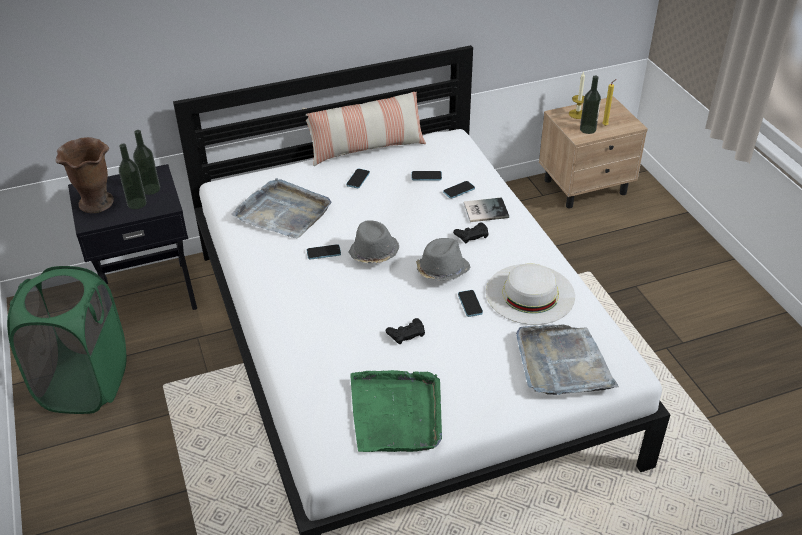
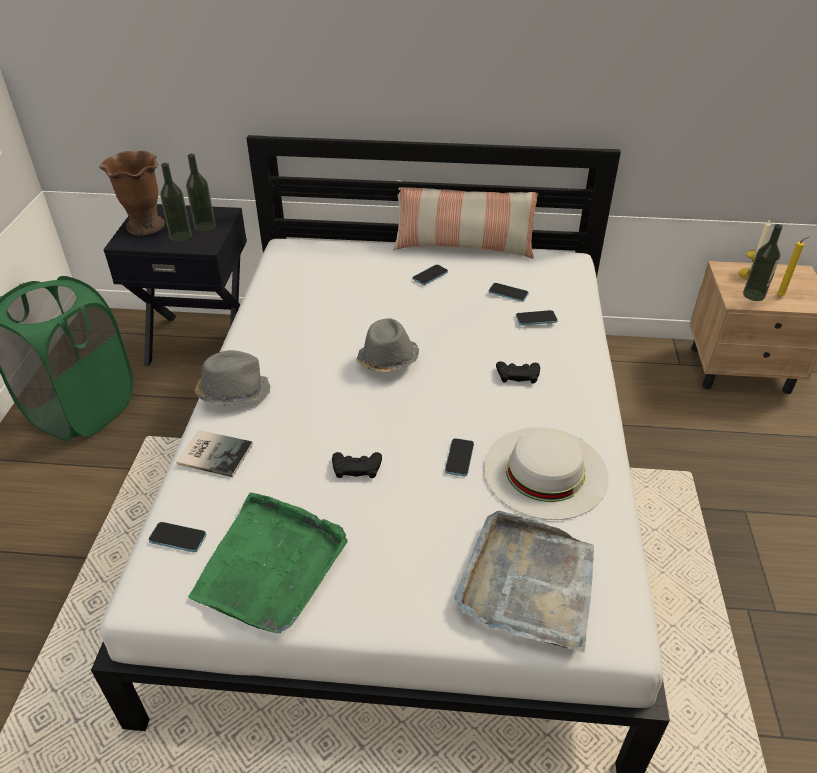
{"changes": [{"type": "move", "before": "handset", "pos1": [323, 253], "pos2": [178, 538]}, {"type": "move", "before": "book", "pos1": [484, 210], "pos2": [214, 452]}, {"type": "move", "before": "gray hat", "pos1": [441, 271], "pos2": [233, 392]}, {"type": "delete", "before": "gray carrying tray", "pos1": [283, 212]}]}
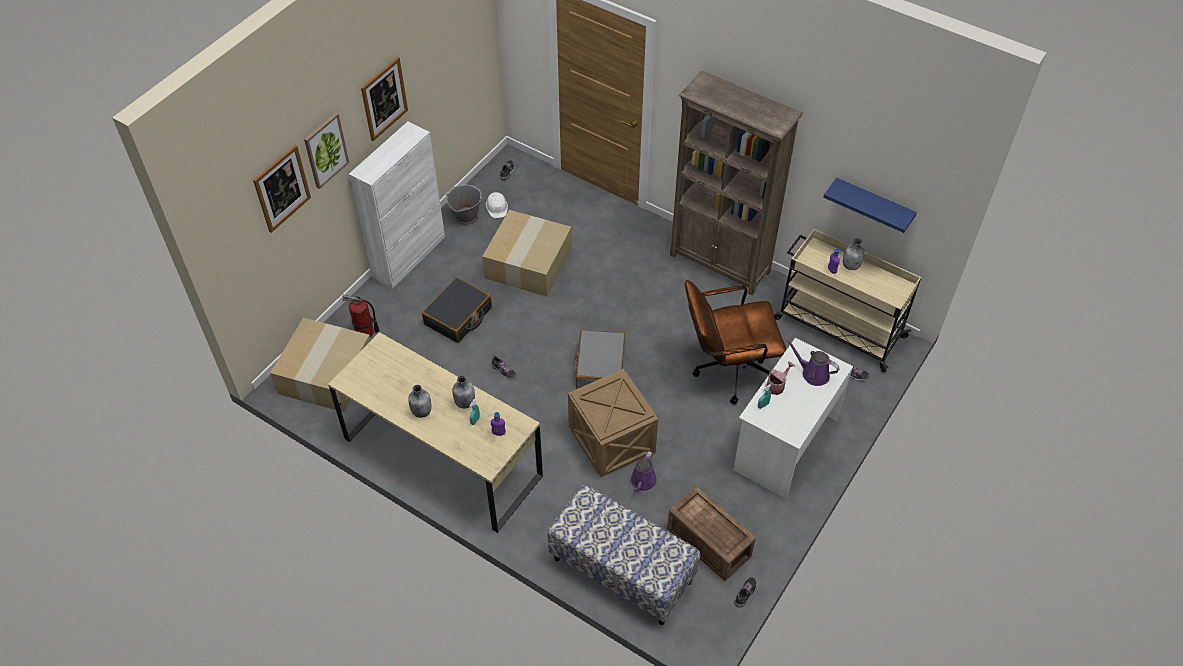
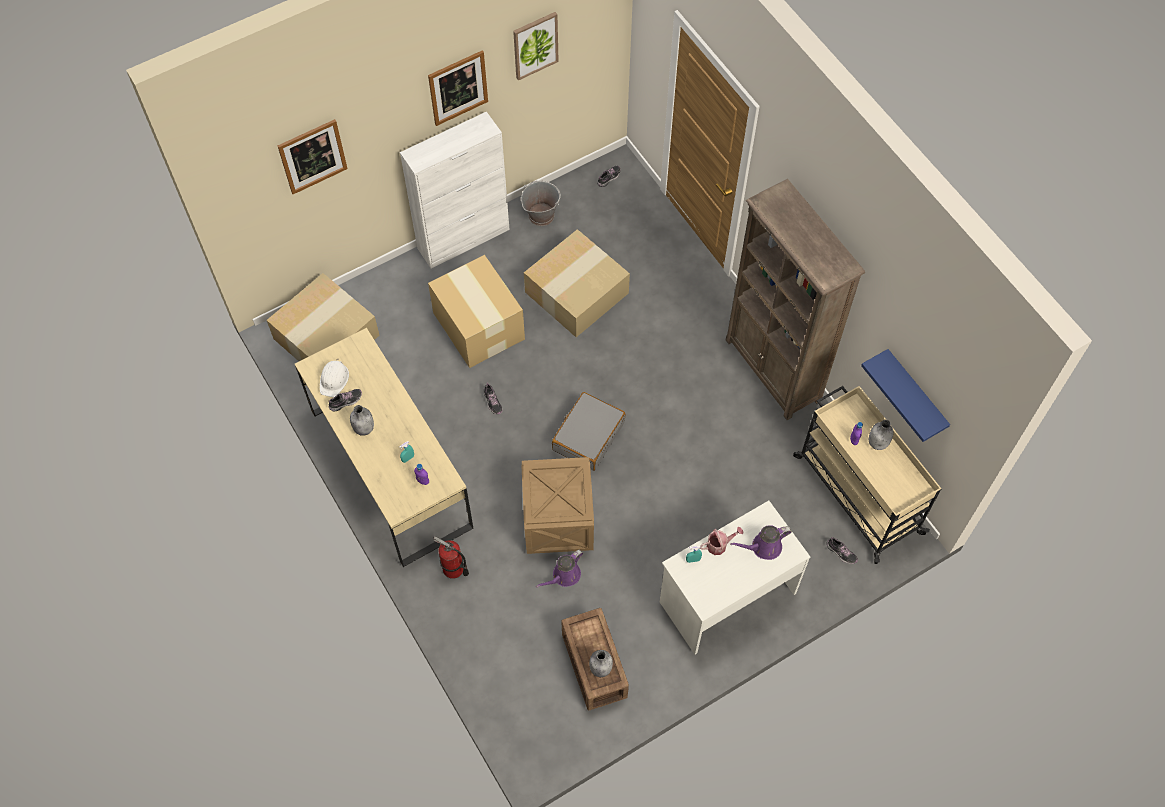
{"changes": [{"type": "move", "before": "white-coloured work helmet", "pos1": [497, 207], "pos2": [334, 379]}, {"type": "move", "before": "low shoe", "pos1": [745, 593], "pos2": [345, 401]}, {"type": "replace", "before": "black-coloured piece of luggage", "after": "carton", "pos1": [458, 316], "pos2": [478, 325]}, {"type": "move", "before": "extinguisher", "pos1": [365, 332], "pos2": [453, 569]}, {"type": "move", "before": "wall picture", "pos1": [325, 150], "pos2": [535, 45]}, {"type": "move", "before": "gray bottle", "pos1": [464, 402], "pos2": [600, 668]}, {"type": "rotate", "before": "purplish watering can", "pos1": [812, 373], "pos2": [763, 547], "turn": -75}, {"type": "delete", "before": "indoor bench", "pos1": [621, 571]}, {"type": "delete", "before": "brown office chair", "pos1": [727, 369]}]}
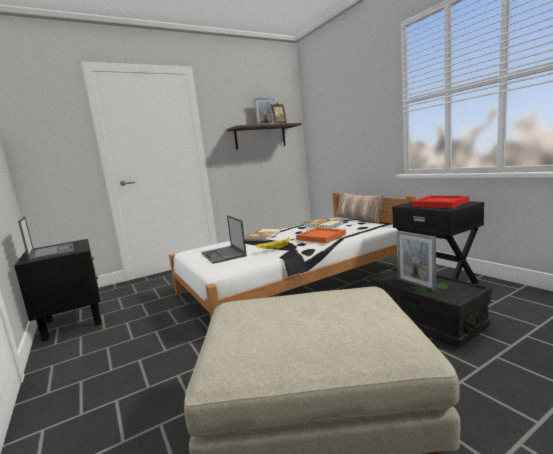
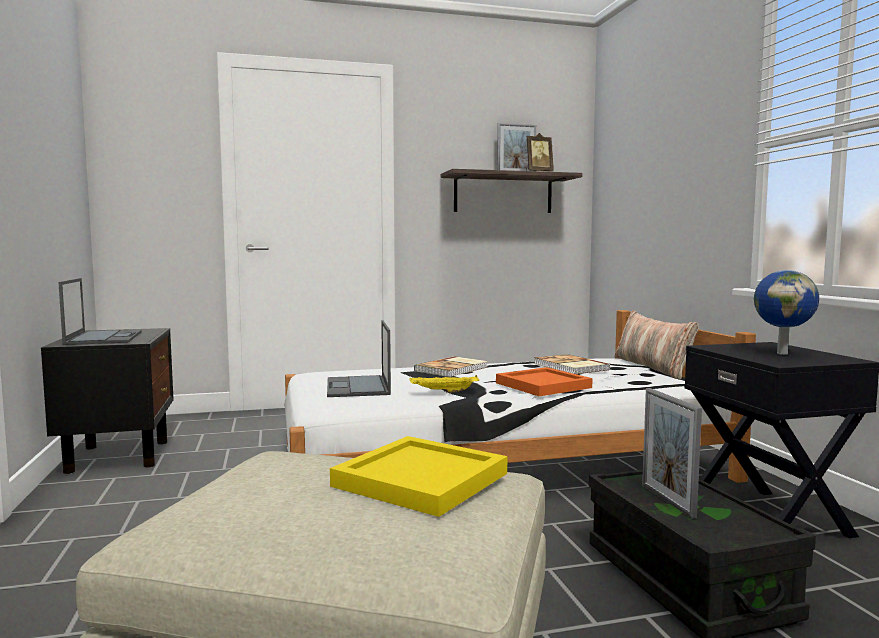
{"changes": [{"type": "insert", "after": "yellowish carrying tray", "pos2": [420, 478]}, {"type": "replace", "before": "reddish carrying tray", "after": "world globe", "pos1": [439, 204], "pos2": [782, 353]}]}
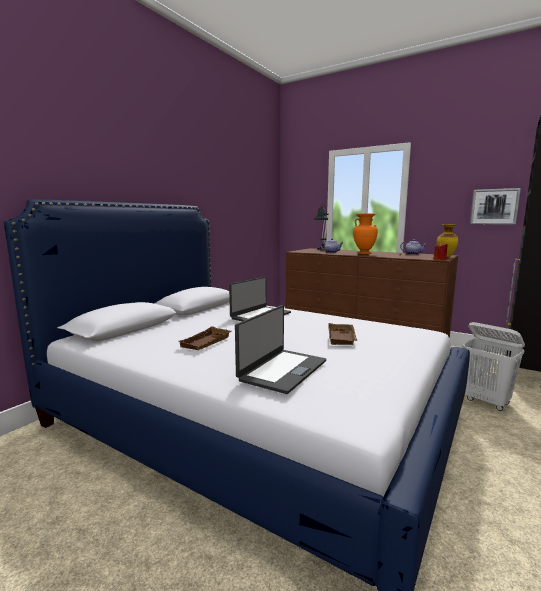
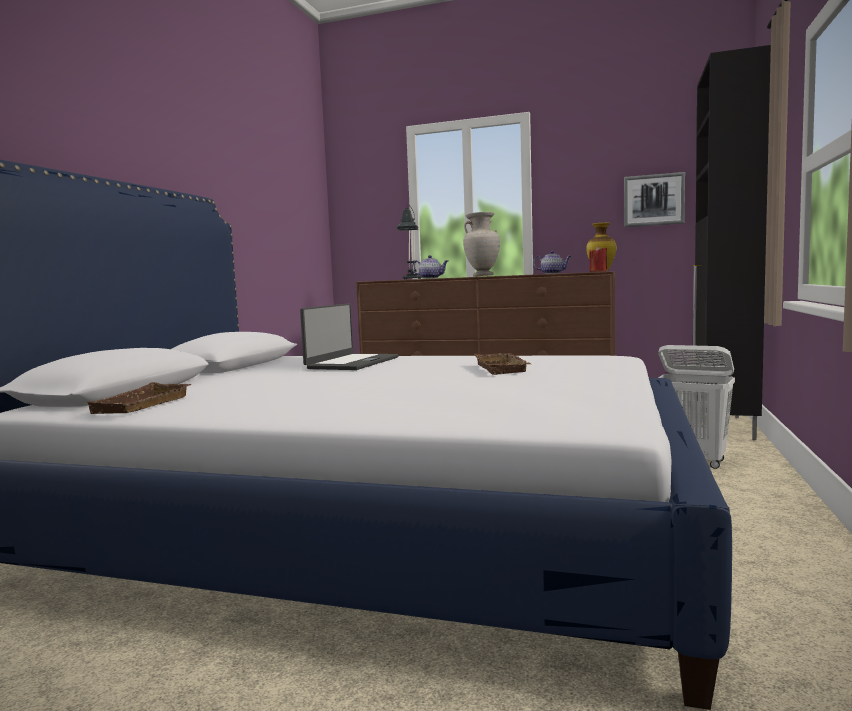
{"changes": [{"type": "move", "before": "brown carrying tray", "pos1": [206, 343], "pos2": [143, 405]}, {"type": "recolor", "before": "orange-coloured vase", "after": "sand-coloured vase", "pos1": [364, 254], "pos2": [482, 276]}, {"type": "delete", "before": "notebook computer", "pos1": [282, 370]}]}
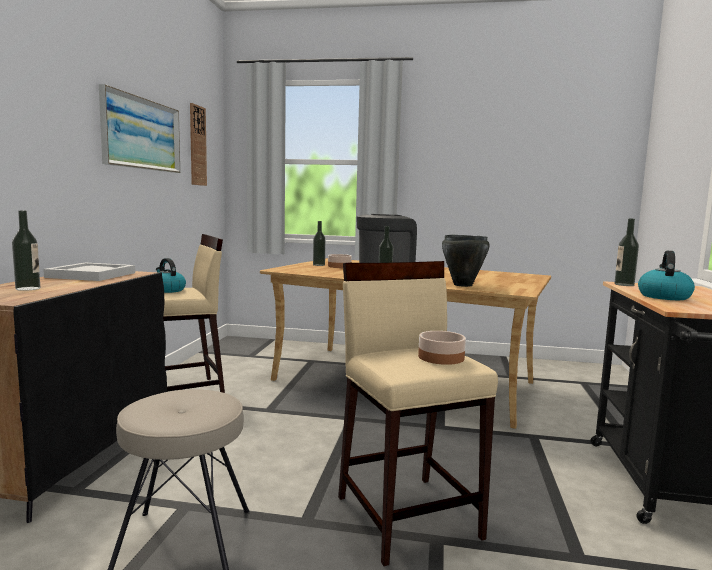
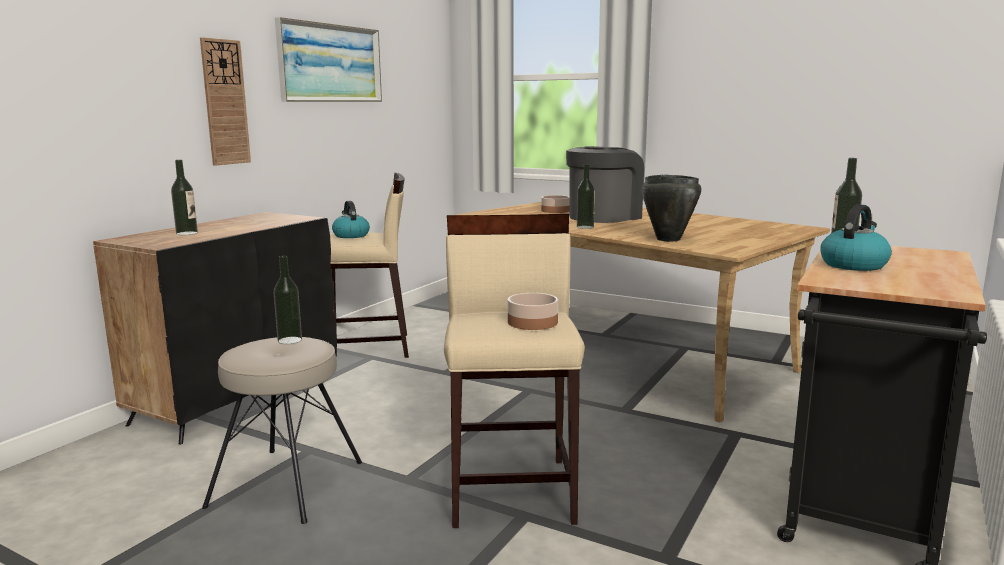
{"changes": [{"type": "move", "before": "clock on the wall", "pos1": [197, 145], "pos2": [225, 102]}, {"type": "move", "before": "bottle", "pos1": [319, 265], "pos2": [290, 340]}, {"type": "delete", "before": "white-coloured carrying tray", "pos1": [91, 275]}]}
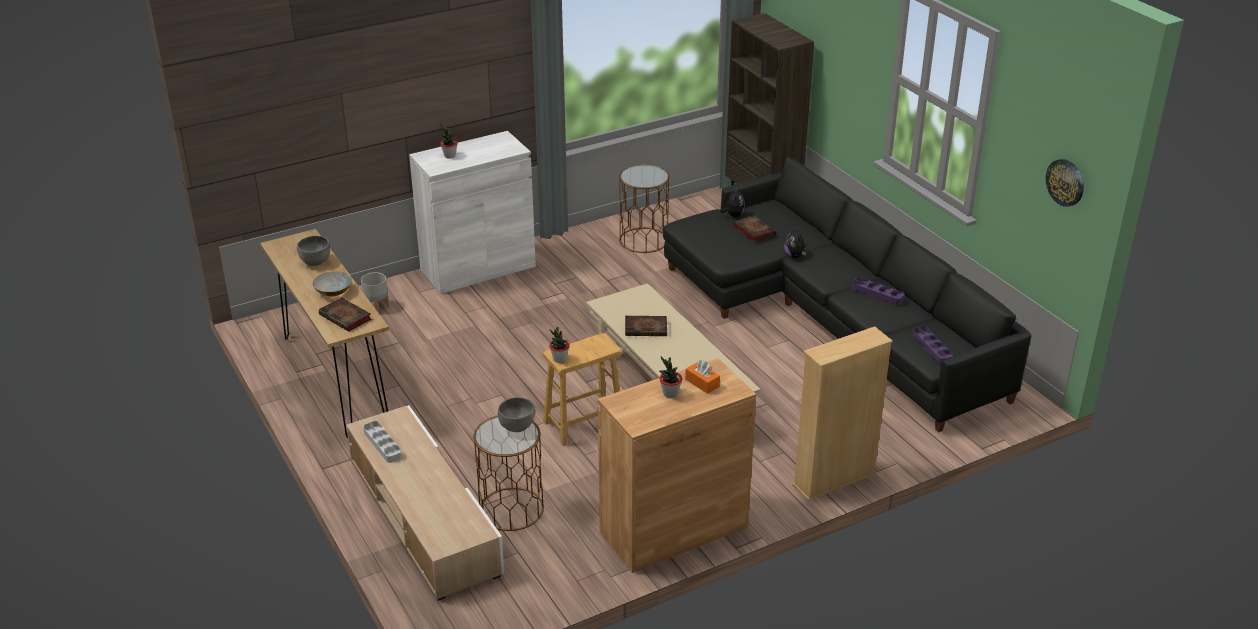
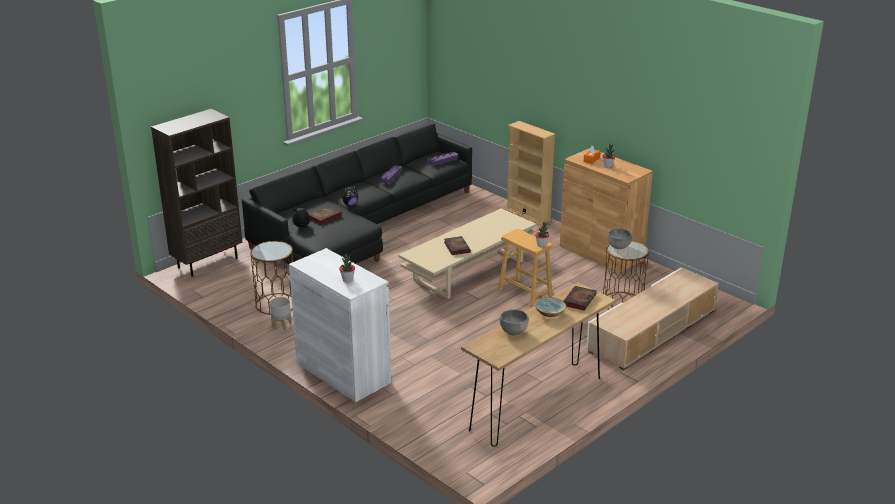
{"changes": [{"type": "move", "before": "gray plant pot", "pos1": [376, 307], "pos2": [281, 325]}, {"type": "delete", "before": "gray carrying tray", "pos1": [382, 444]}, {"type": "delete", "before": "clock on the wall", "pos1": [1065, 182]}]}
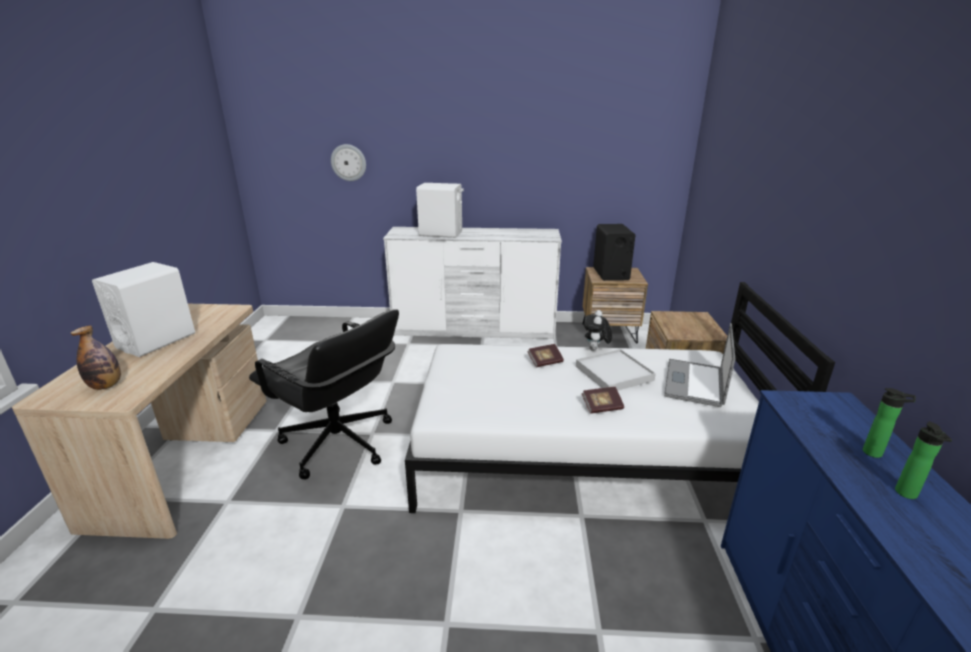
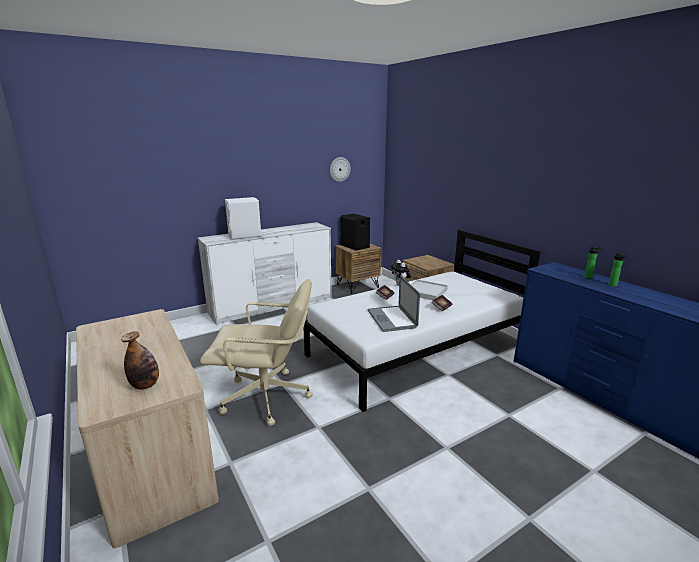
{"changes": [{"type": "recolor", "before": "black-coloured office chair", "after": "sand-coloured office chair", "pos1": [338, 444], "pos2": [266, 398]}, {"type": "move", "before": "clock on the wall", "pos1": [348, 162], "pos2": [339, 169]}, {"type": "move", "before": "notebook computer", "pos1": [694, 382], "pos2": [391, 318]}, {"type": "delete", "before": "white-coloured speaker", "pos1": [156, 340]}]}
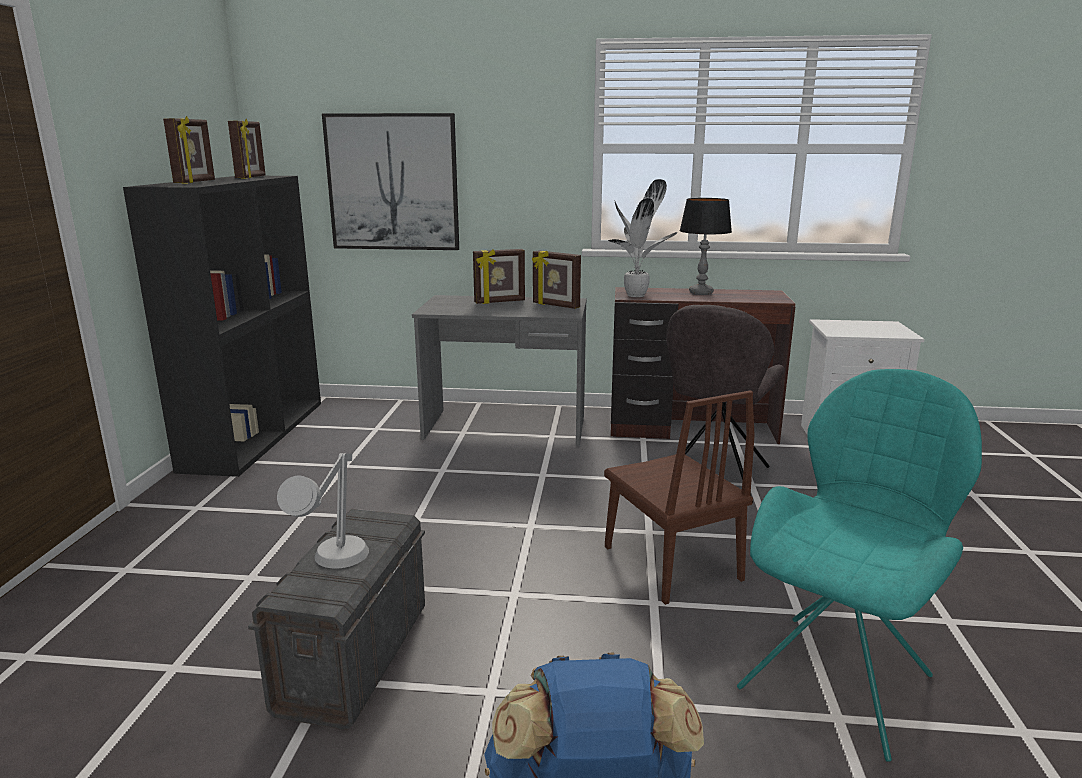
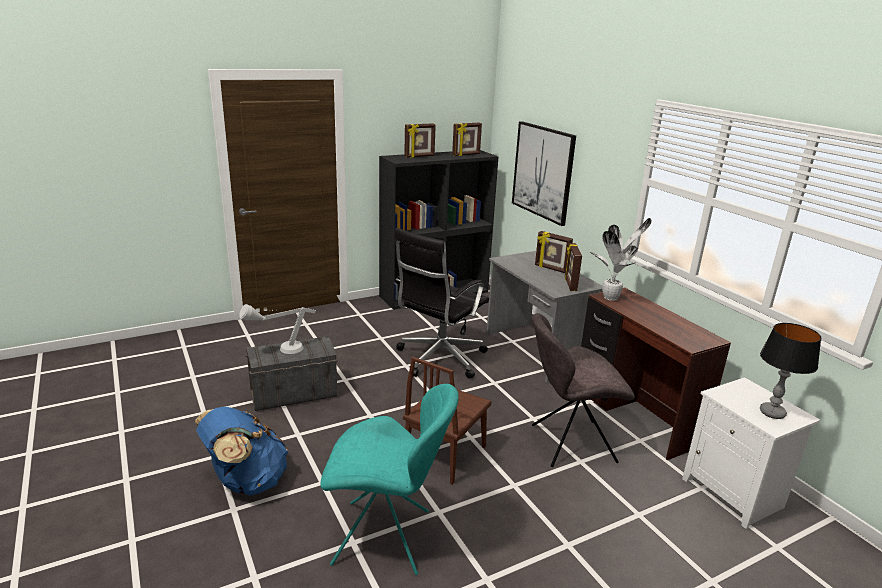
{"changes": [{"type": "insert", "after": "black-coloured office chair", "pos2": [439, 359]}, {"type": "move", "before": "table lamp", "pos1": [701, 292], "pos2": [772, 413]}]}
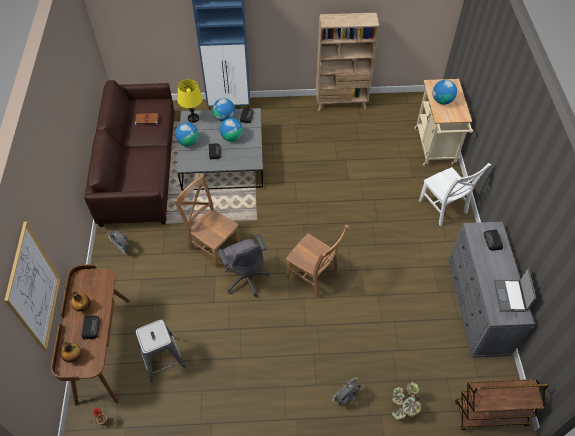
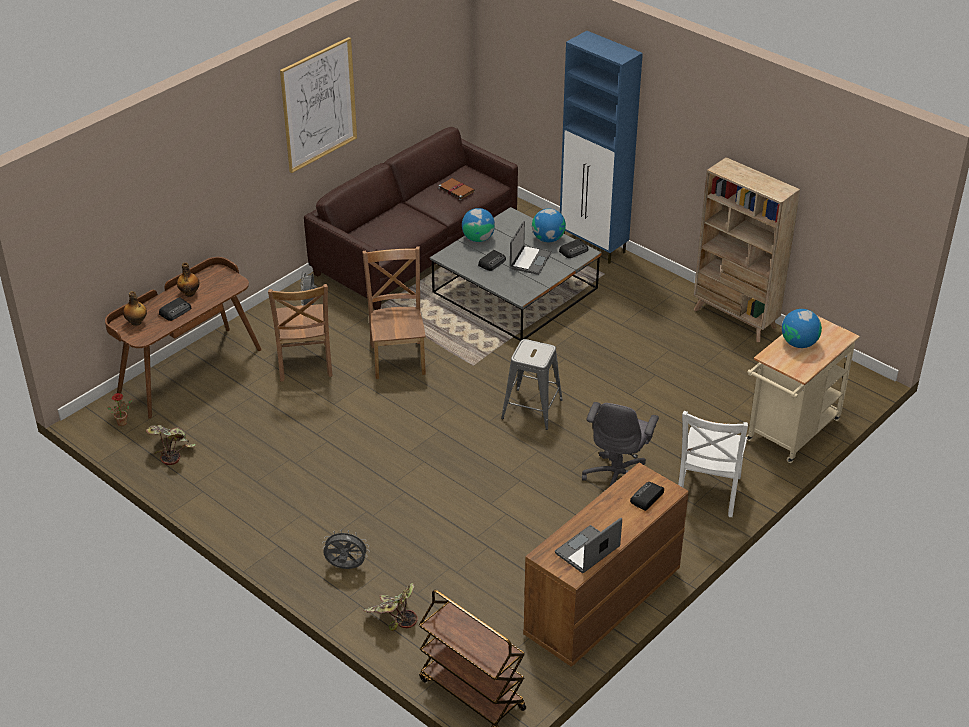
{"changes": [{"type": "insert", "after": "potted plant", "pos2": [171, 450]}, {"type": "move", "before": "brown upright chair", "pos1": [314, 276], "pos2": [304, 364]}, {"type": "move", "before": "wall picture", "pos1": [33, 288], "pos2": [318, 105]}, {"type": "move", "before": "gray sitting stool", "pos1": [162, 359], "pos2": [531, 409]}, {"type": "replace", "before": "world globe", "after": "notebook computer", "pos1": [232, 137], "pos2": [529, 260]}, {"type": "recolor", "before": "gray dresser", "after": "brown dresser", "pos1": [477, 307], "pos2": [602, 604]}, {"type": "move", "before": "gray office chair", "pos1": [245, 278], "pos2": [618, 478]}, {"type": "delete", "before": "yellowish table lamp", "pos1": [193, 118]}]}
